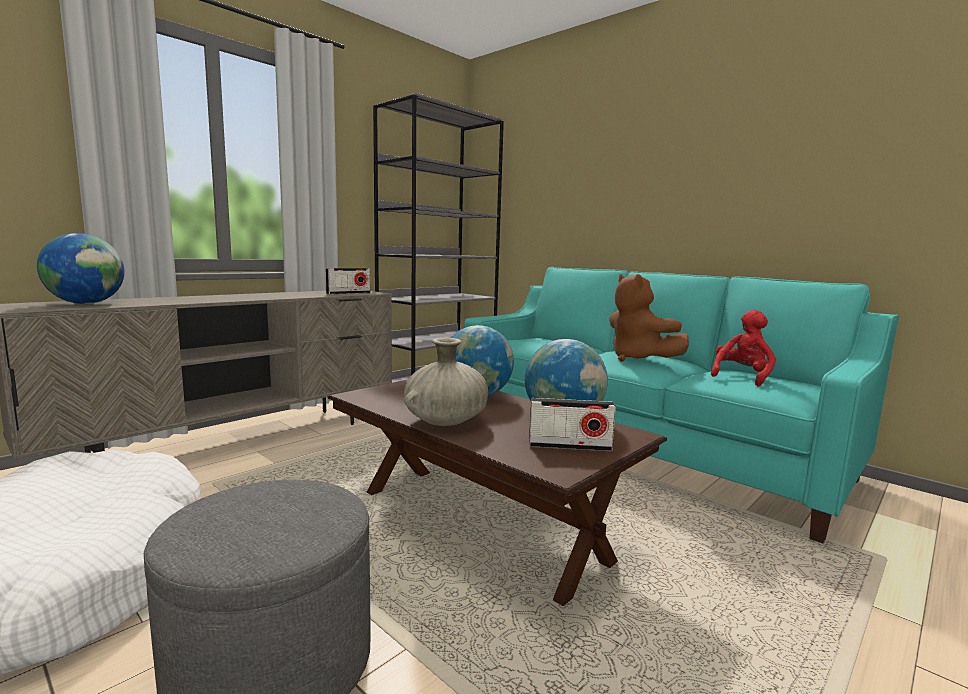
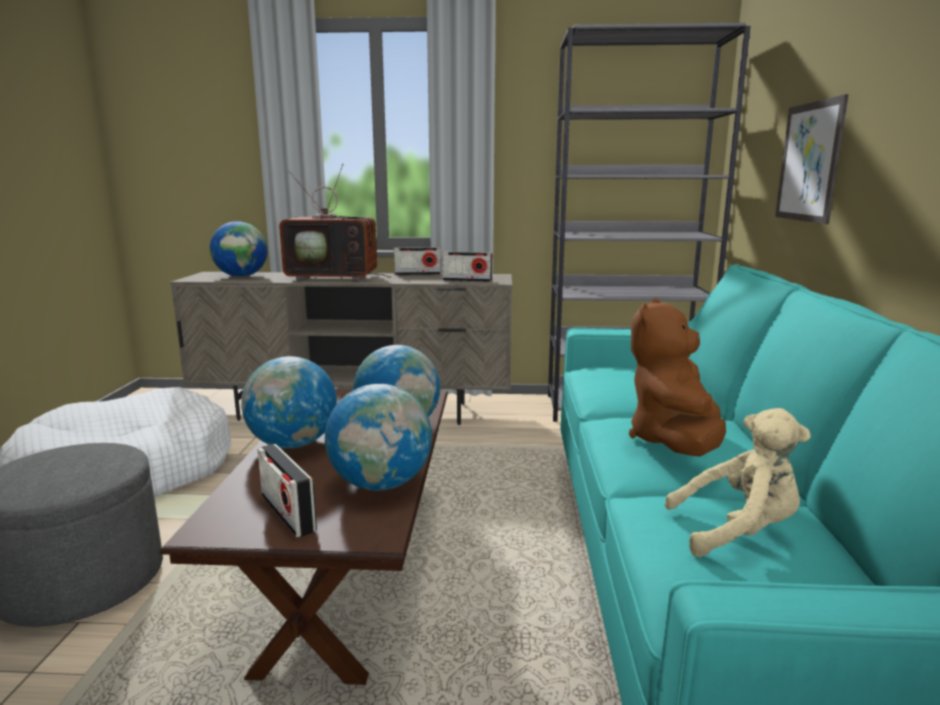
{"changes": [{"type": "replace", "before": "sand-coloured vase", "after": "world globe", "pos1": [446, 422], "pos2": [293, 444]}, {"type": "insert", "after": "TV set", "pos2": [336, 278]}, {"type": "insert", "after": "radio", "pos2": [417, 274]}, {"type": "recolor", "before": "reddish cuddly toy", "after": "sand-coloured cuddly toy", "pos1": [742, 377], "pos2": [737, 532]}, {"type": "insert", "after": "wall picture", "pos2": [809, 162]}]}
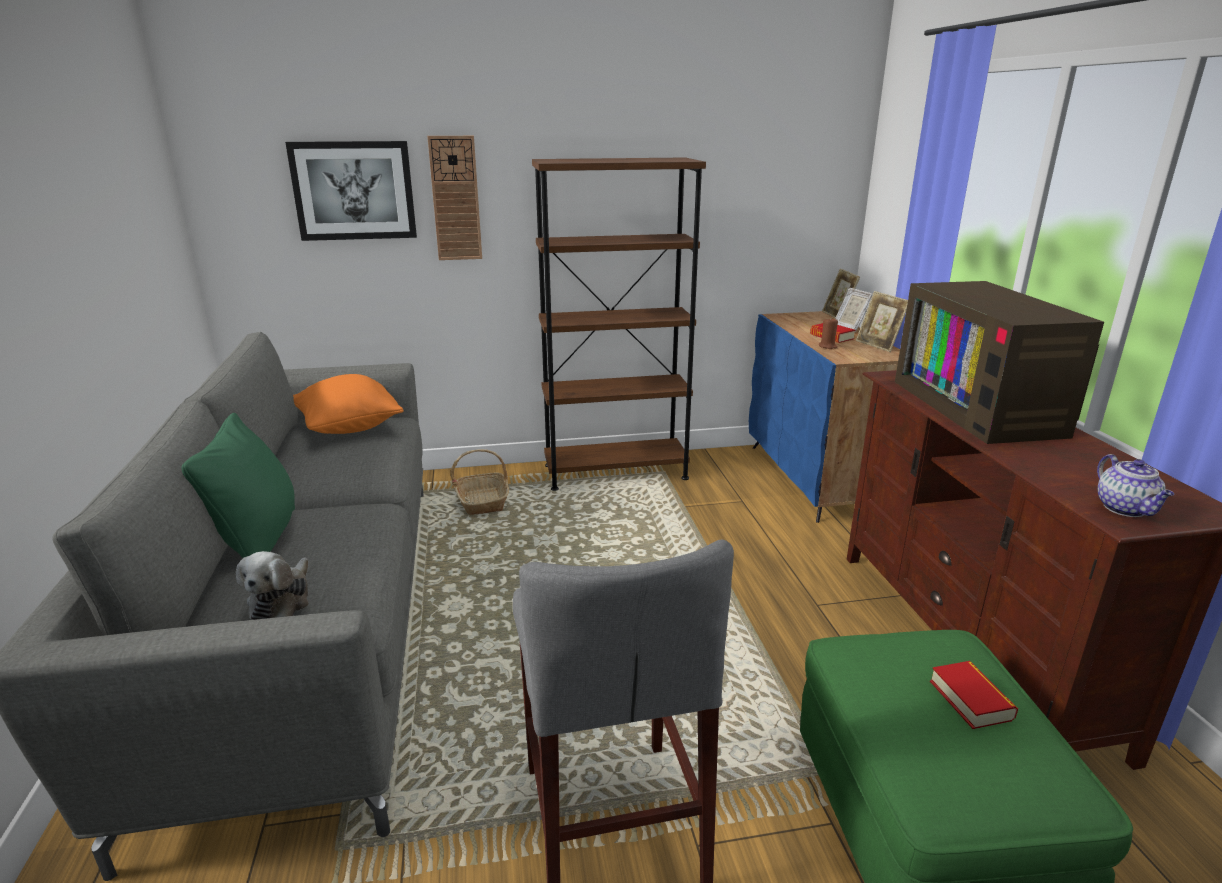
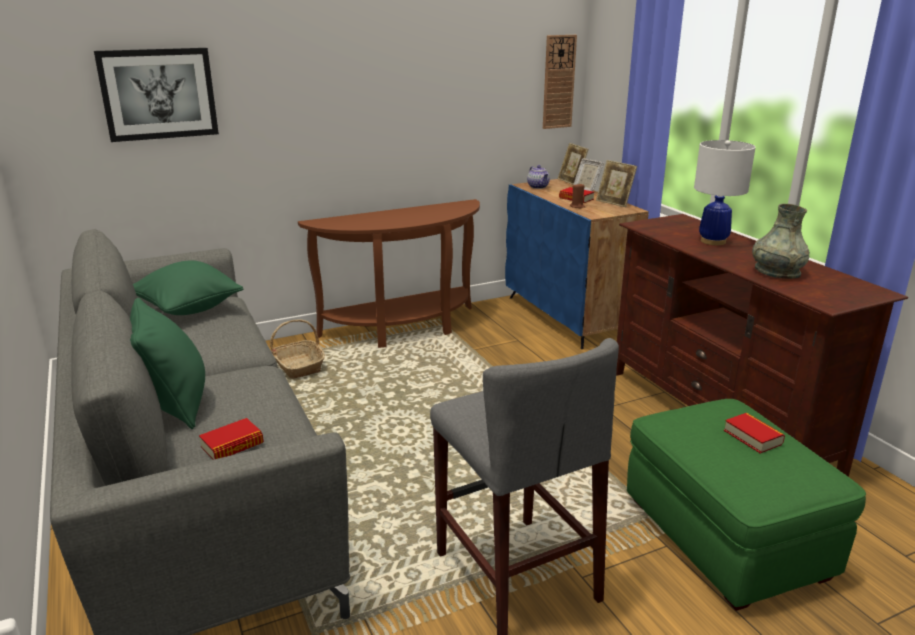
{"changes": [{"type": "recolor", "before": "orange-coloured pillow", "after": "greenish pillow", "pos1": [349, 428], "pos2": [188, 310]}, {"type": "replace", "before": "cuddly toy", "after": "book", "pos1": [282, 601], "pos2": [232, 445]}, {"type": "replace", "before": "brown shelving unit", "after": "brown hall table", "pos1": [615, 471], "pos2": [404, 329]}, {"type": "move", "before": "pot for tea", "pos1": [1126, 509], "pos2": [538, 187]}, {"type": "move", "before": "clock on the wall", "pos1": [455, 199], "pos2": [558, 82]}, {"type": "replace", "before": "TV set", "after": "white-coloured table lamp", "pos1": [981, 408], "pos2": [713, 241]}, {"type": "insert", "after": "gray vase", "pos2": [777, 272]}]}
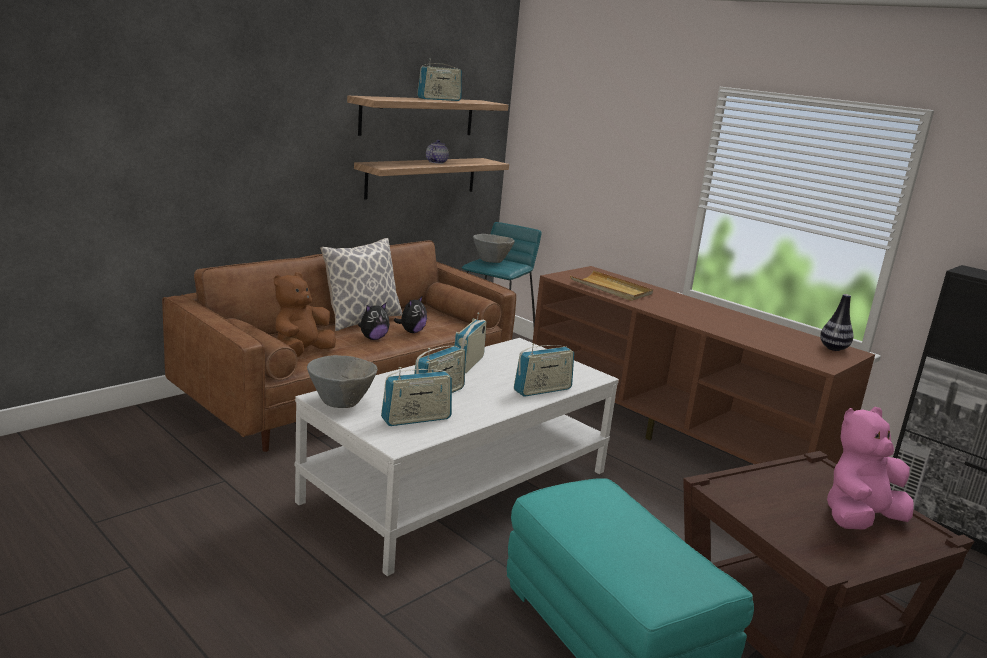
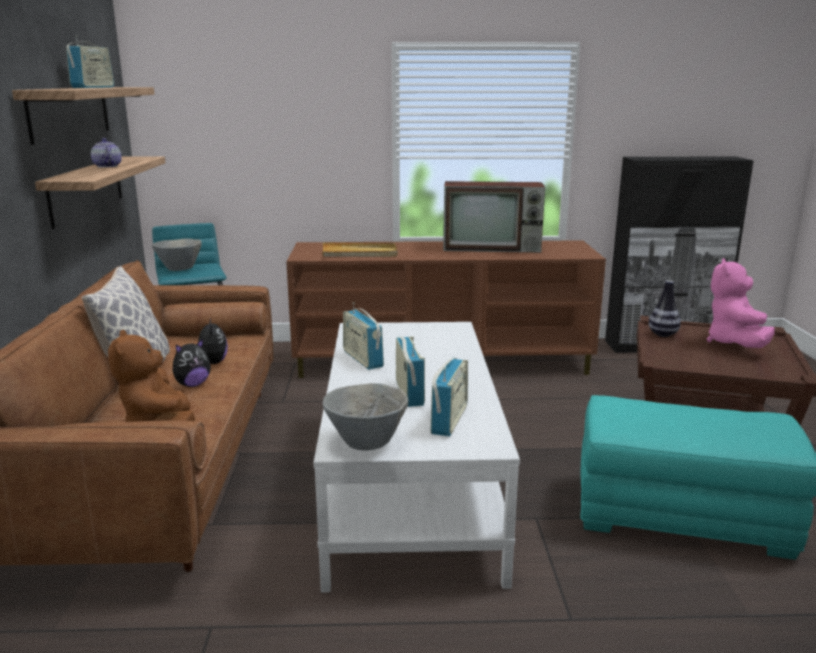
{"changes": [{"type": "rotate", "before": "cuddly toy", "pos1": [373, 338], "pos2": [192, 384], "turn": 45}, {"type": "insert", "after": "TV set", "pos2": [493, 247]}, {"type": "move", "before": "vase", "pos1": [833, 348], "pos2": [663, 335]}, {"type": "delete", "before": "radio", "pos1": [542, 390]}]}
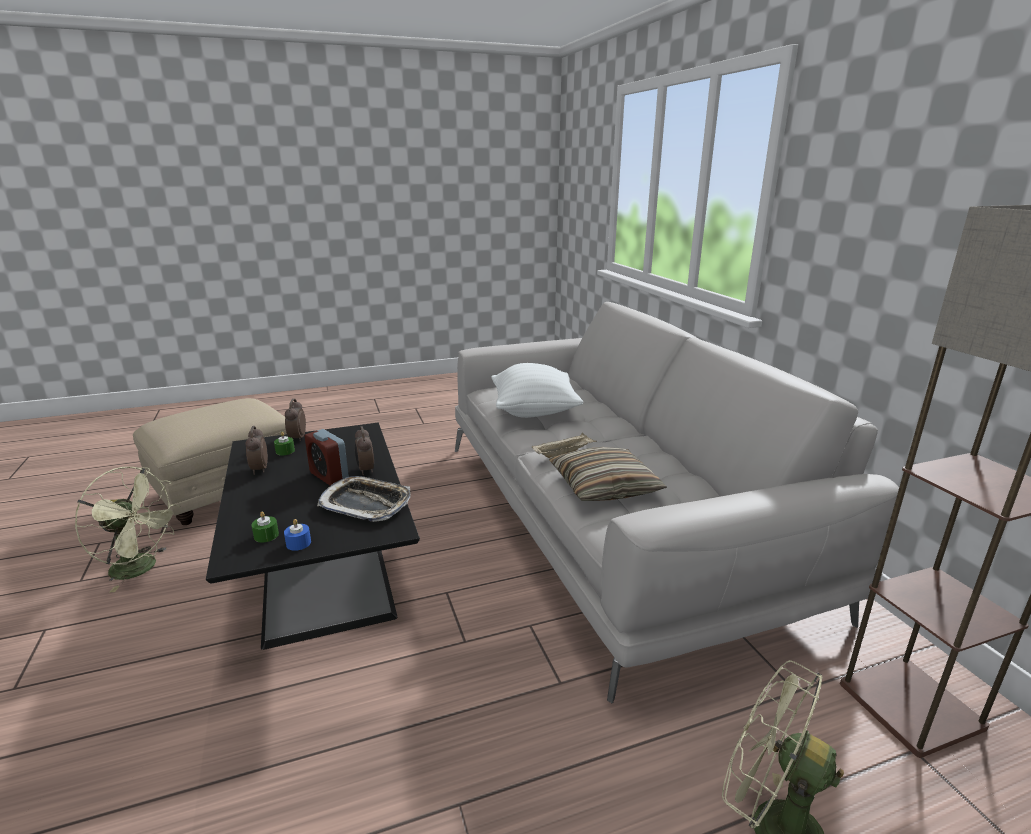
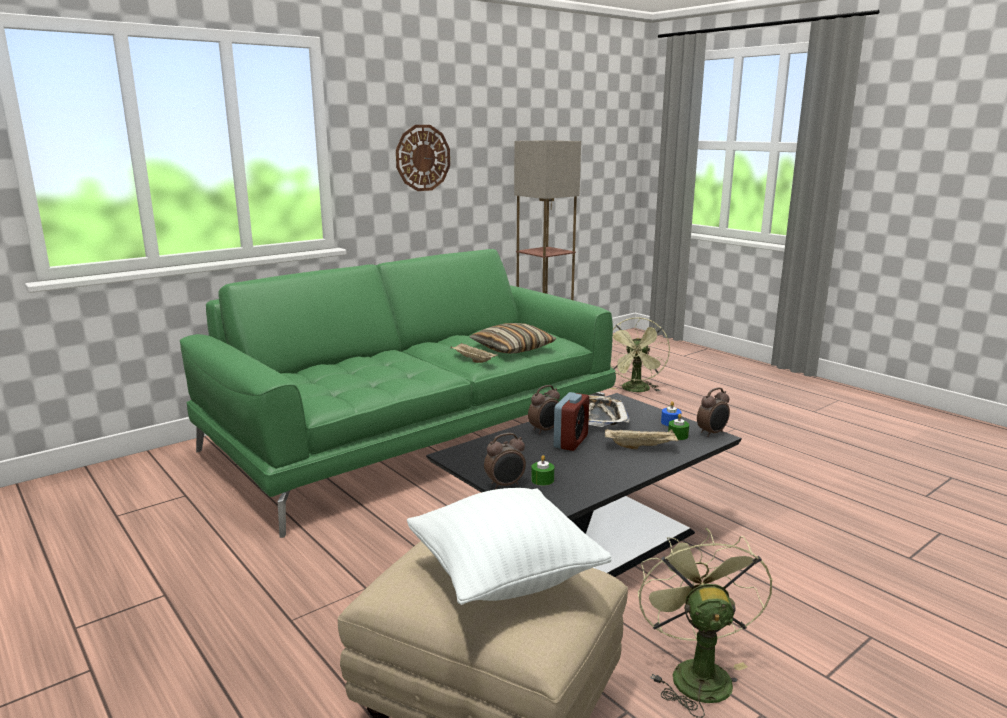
{"changes": [{"type": "recolor", "before": "gray settee", "after": "greenish settee", "pos1": [611, 520], "pos2": [417, 434]}, {"type": "insert", "after": "clock on the wall", "pos2": [422, 158]}, {"type": "move", "before": "white-coloured pillow", "pos1": [534, 411], "pos2": [504, 577]}, {"type": "insert", "after": "sand-coloured carrying tray", "pos2": [641, 447]}, {"type": "move", "before": "bedside clock", "pos1": [259, 469], "pos2": [712, 433]}]}
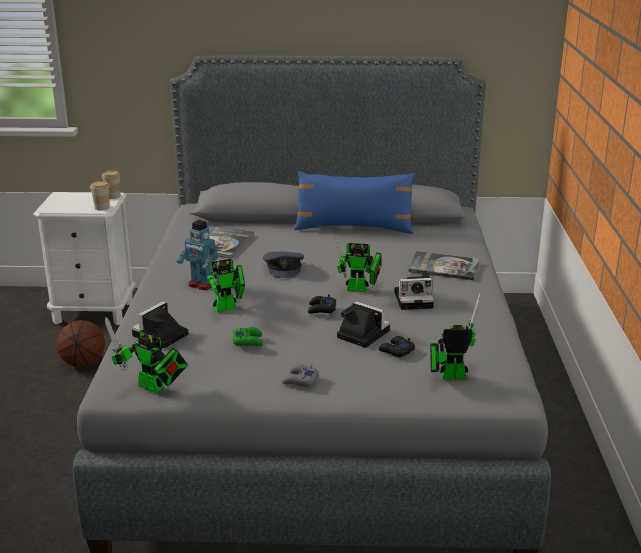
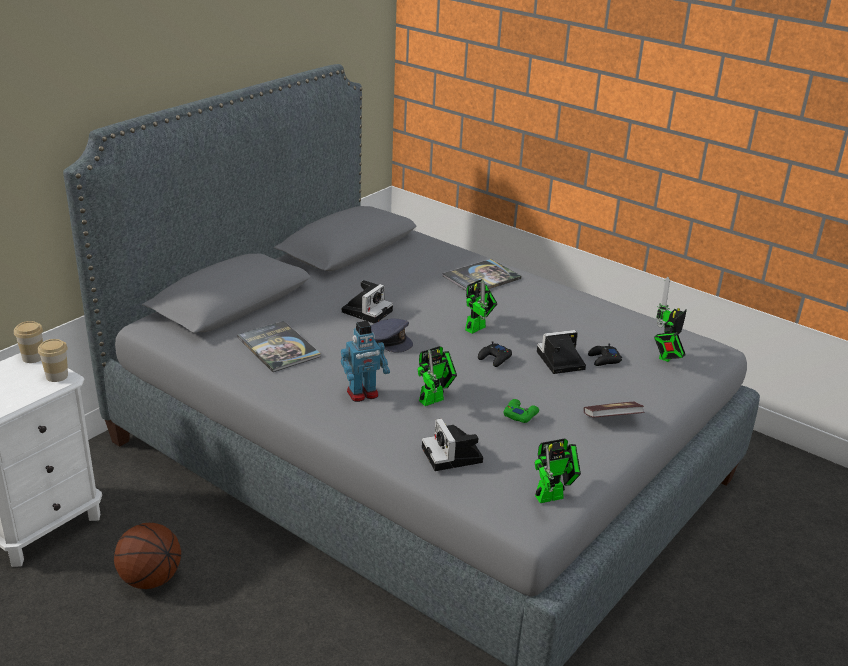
{"changes": [{"type": "move", "before": "still camera", "pos1": [415, 299], "pos2": [367, 310]}, {"type": "rotate", "before": "toy robot", "pos1": [228, 307], "pos2": [434, 399], "turn": 45}, {"type": "replace", "before": "gray joypad", "after": "book", "pos1": [300, 380], "pos2": [612, 419]}, {"type": "delete", "before": "blue pillow", "pos1": [354, 228]}]}
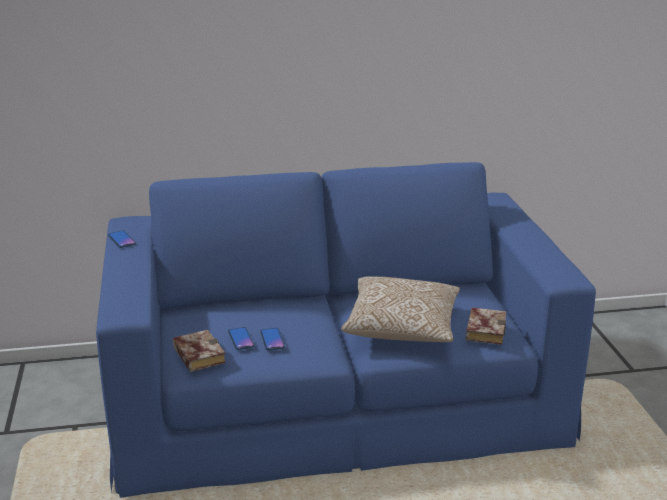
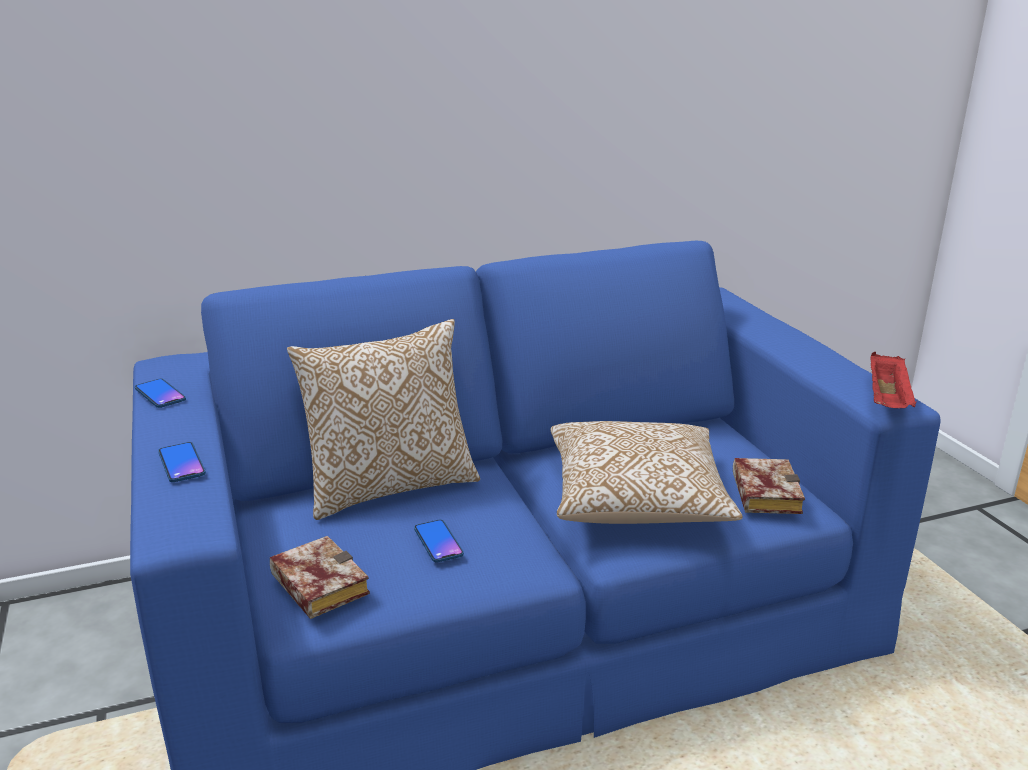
{"changes": [{"type": "move", "before": "handset", "pos1": [241, 339], "pos2": [181, 463]}, {"type": "insert", "after": "pillow", "pos2": [390, 486]}, {"type": "insert", "after": "reddish carrying tray", "pos2": [887, 401]}]}
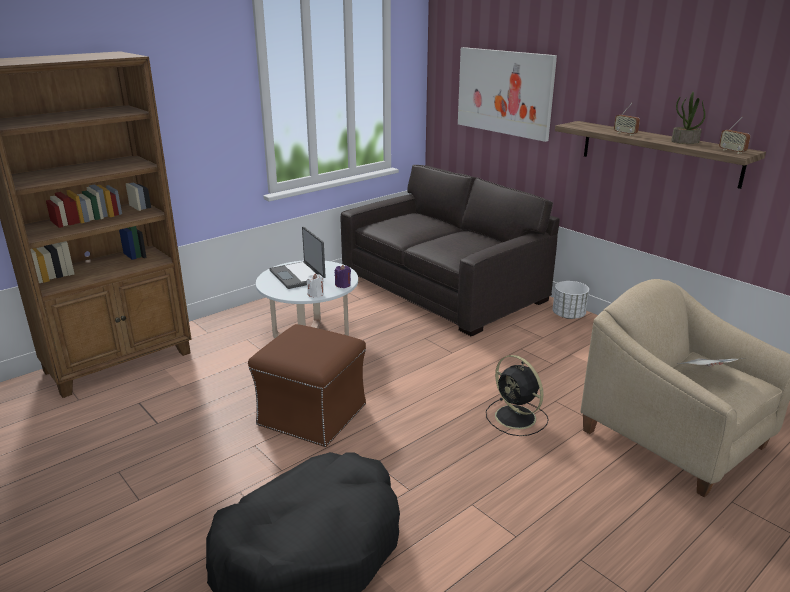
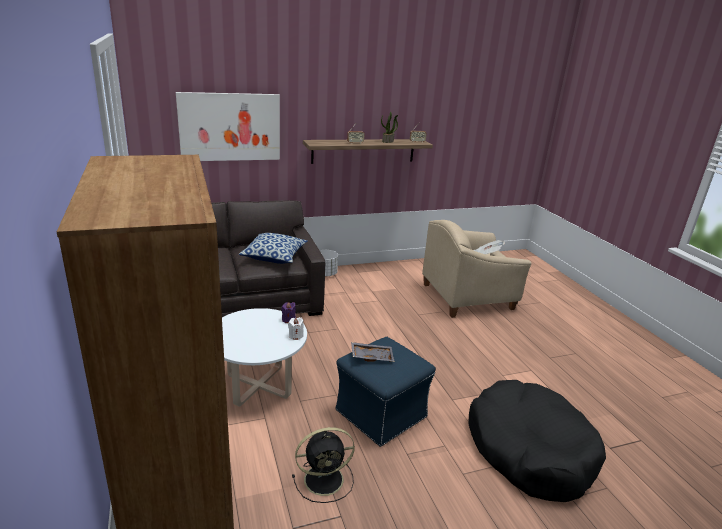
{"changes": [{"type": "insert", "after": "pillow", "pos2": [274, 257]}, {"type": "move", "before": "black-coloured electric fan", "pos1": [517, 418], "pos2": [325, 479]}, {"type": "recolor", "before": "brown pouffe", "after": "blue pouffe", "pos1": [311, 414], "pos2": [380, 414]}, {"type": "insert", "after": "gray carrying tray", "pos2": [372, 356]}, {"type": "delete", "before": "notebook computer", "pos1": [298, 276]}]}
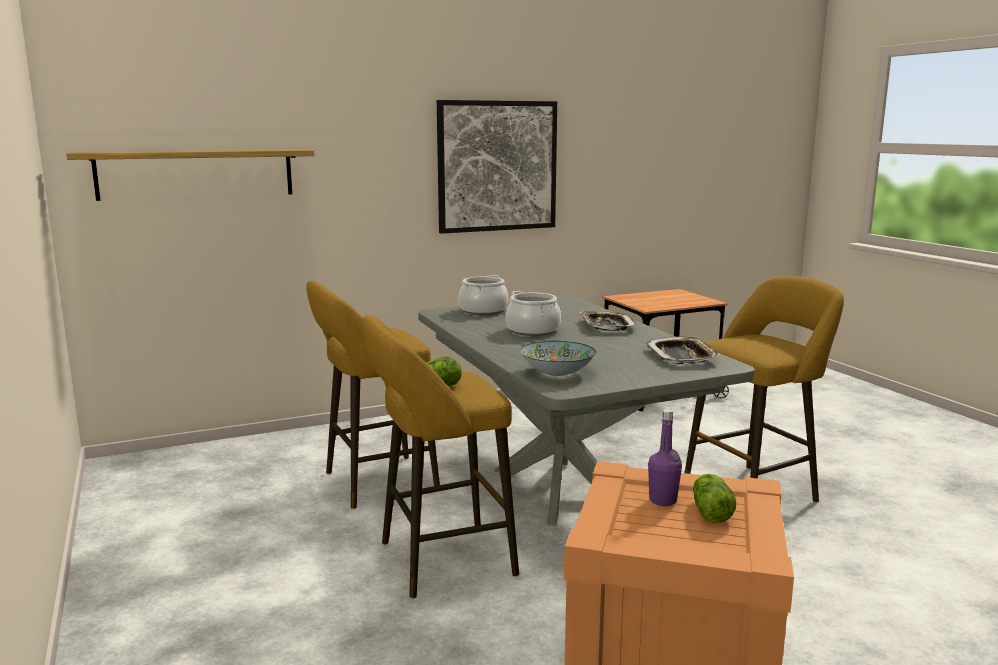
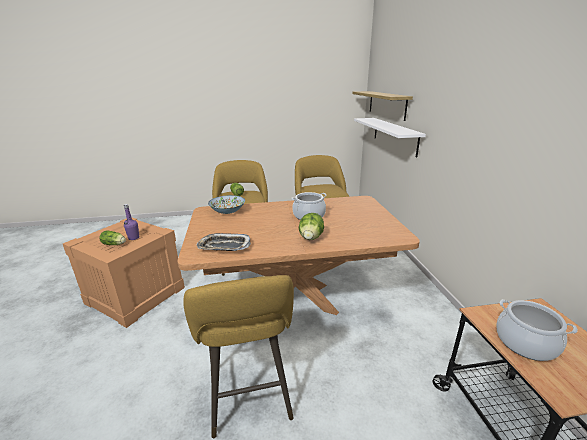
{"changes": [{"type": "recolor", "before": "gray dinner table", "after": "brown dinner table", "pos1": [560, 487], "pos2": [295, 302]}, {"type": "replace", "before": "carrying tray", "after": "lettuce", "pos1": [606, 326], "pos2": [311, 238]}, {"type": "insert", "after": "white-coloured wall shelf", "pos2": [394, 135]}, {"type": "move", "before": "cooking pot", "pos1": [483, 311], "pos2": [525, 343]}, {"type": "delete", "before": "wall picture", "pos1": [497, 166]}]}
